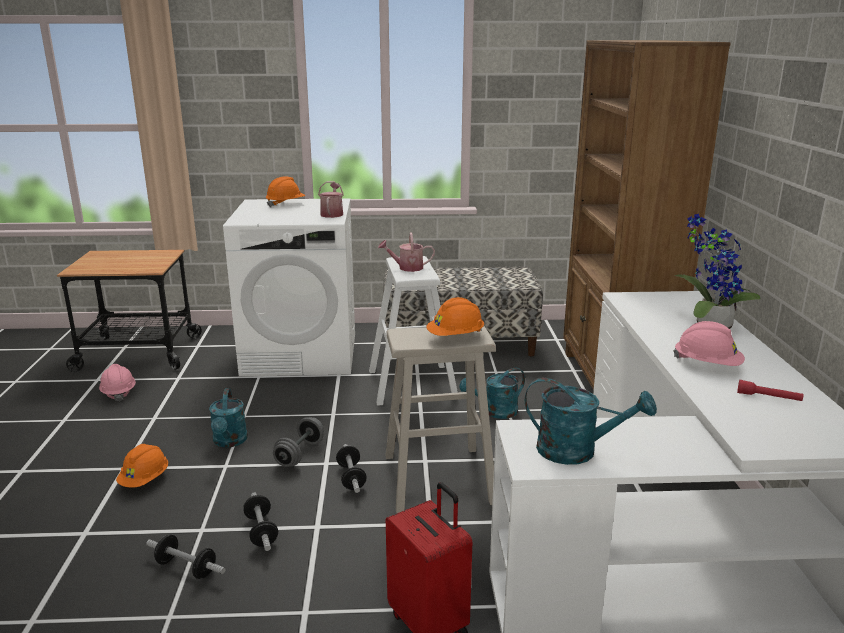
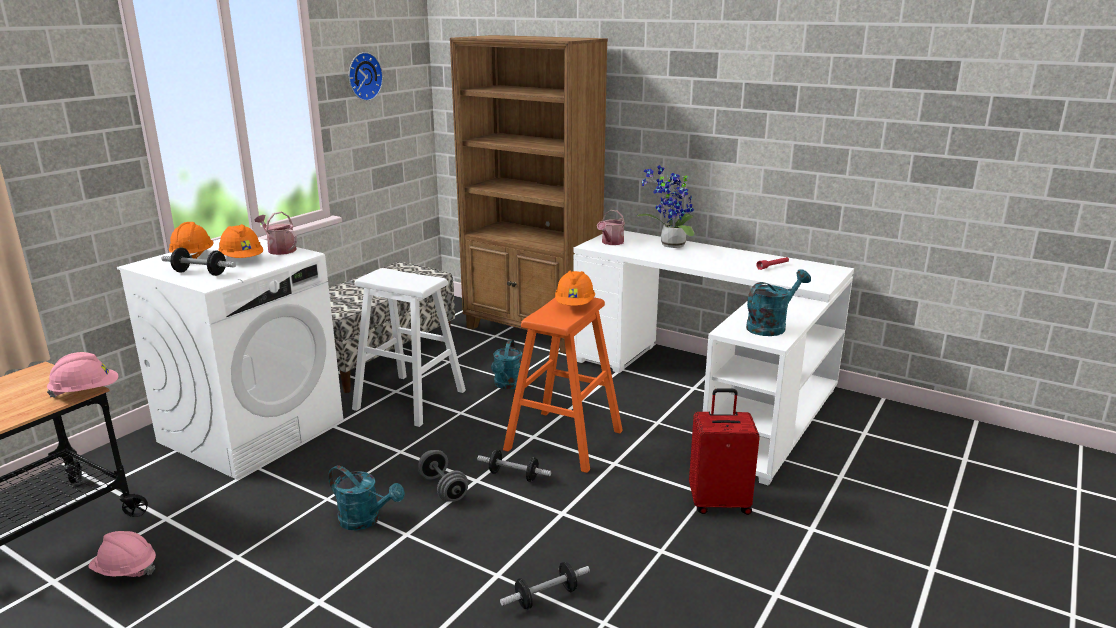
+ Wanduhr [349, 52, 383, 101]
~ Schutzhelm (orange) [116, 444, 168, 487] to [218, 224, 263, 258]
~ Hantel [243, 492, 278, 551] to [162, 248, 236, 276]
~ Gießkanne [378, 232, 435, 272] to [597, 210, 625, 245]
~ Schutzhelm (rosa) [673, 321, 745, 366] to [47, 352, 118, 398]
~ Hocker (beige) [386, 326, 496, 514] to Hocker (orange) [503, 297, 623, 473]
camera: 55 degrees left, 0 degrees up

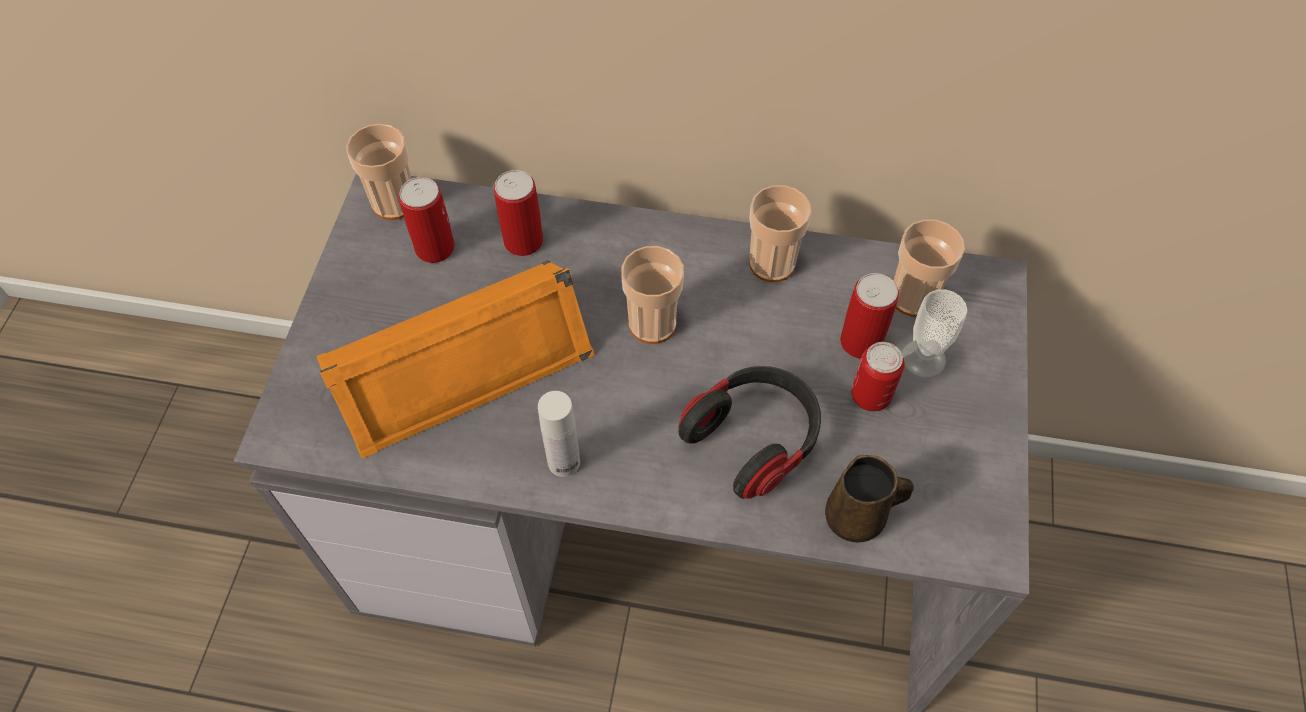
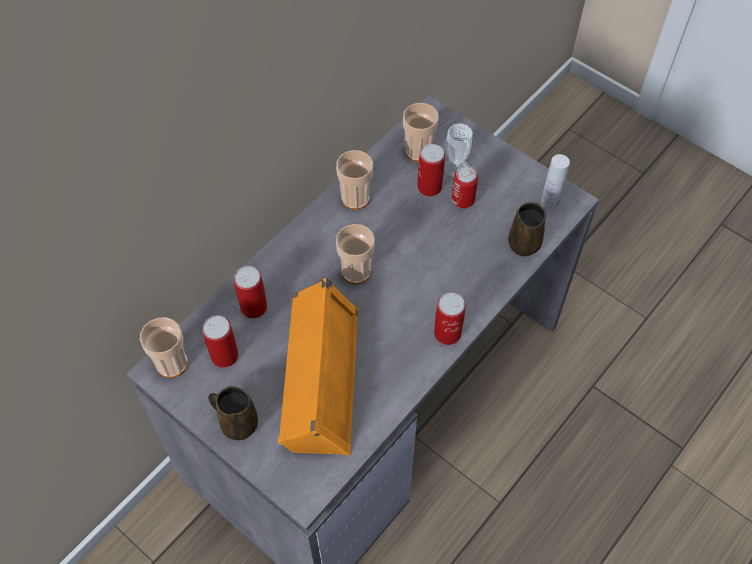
- Kopfhörer [678, 366, 821, 499]
+ Henkelbecher (braun) [208, 386, 258, 440]
+ Dose [434, 293, 466, 345]
~ Flasche (weiß) [538, 391, 580, 477] to [541, 154, 570, 210]
camera: 60 degrees left, 0 degrees up

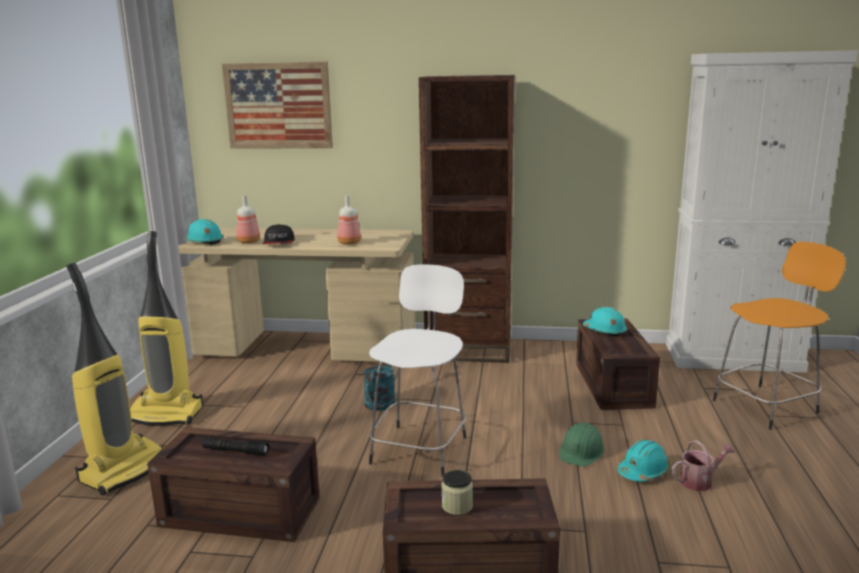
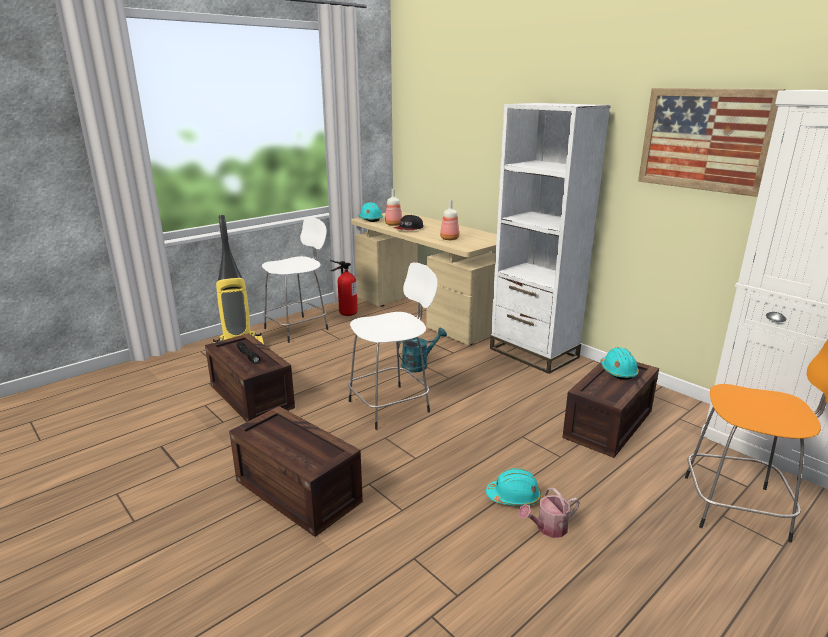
- Vorratsglas [442, 470, 473, 515]
- Schutzhelm (grün) [559, 422, 604, 467]
+ Feuerlöscher [330, 260, 358, 316]
~ Bild [222, 62, 333, 149] to [638, 88, 786, 197]
~ Staubsauger [130, 231, 203, 426] to Hocker (weiß) [262, 217, 328, 343]
~ Bücherregal (braun) [419, 75, 515, 363] to Bücherregal (weiß) [490, 103, 611, 374]
~ Gießkanne [671, 440, 735, 491] = [518, 488, 580, 538] 135 degrees clockwise
camera: 40 degrees right, 5 degrees up

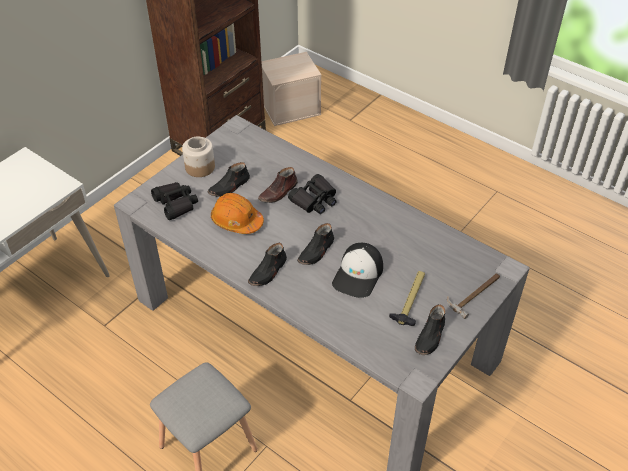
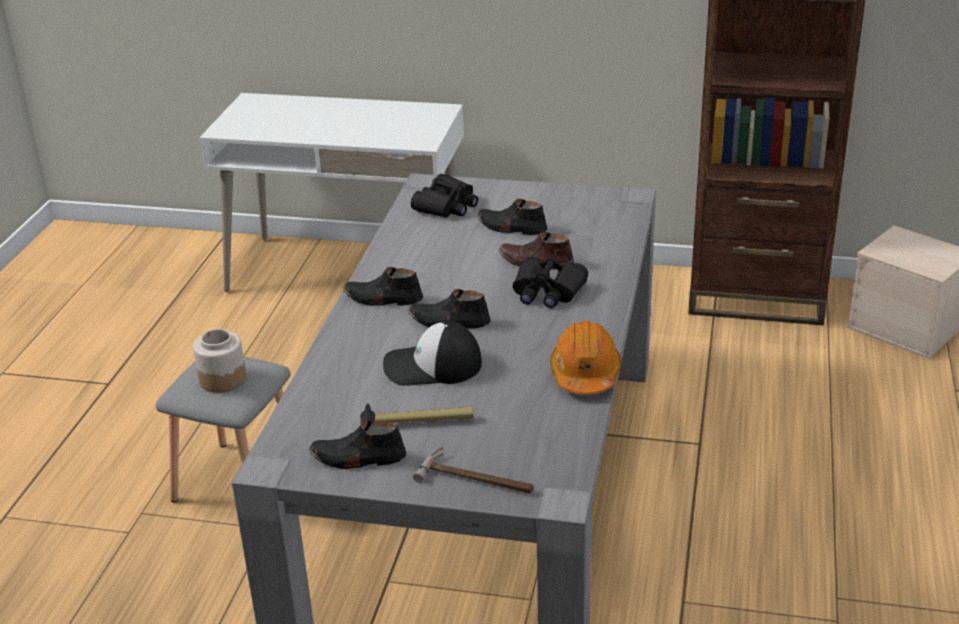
~ Vorratsglas [182, 137, 215, 177] to [193, 329, 246, 393]
~ Schutzhelm (orange) [211, 193, 264, 234] to [550, 321, 621, 395]
camera: 65 degrees right, 15 degrees down

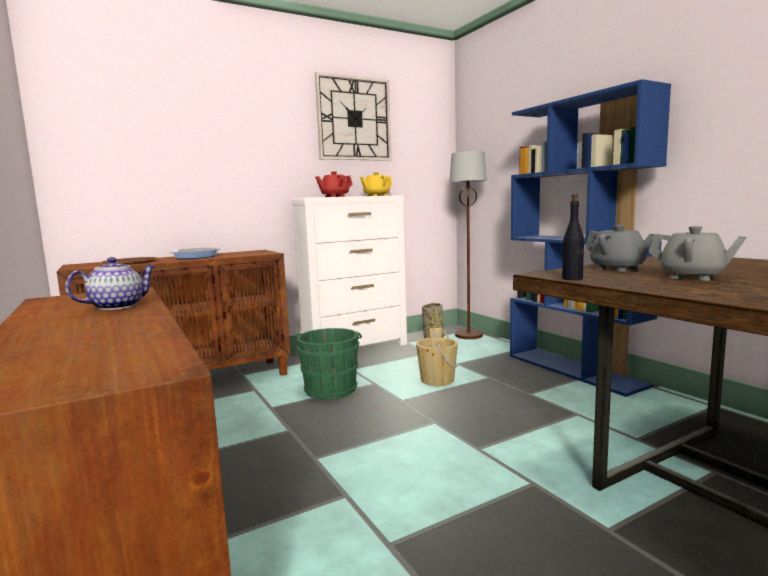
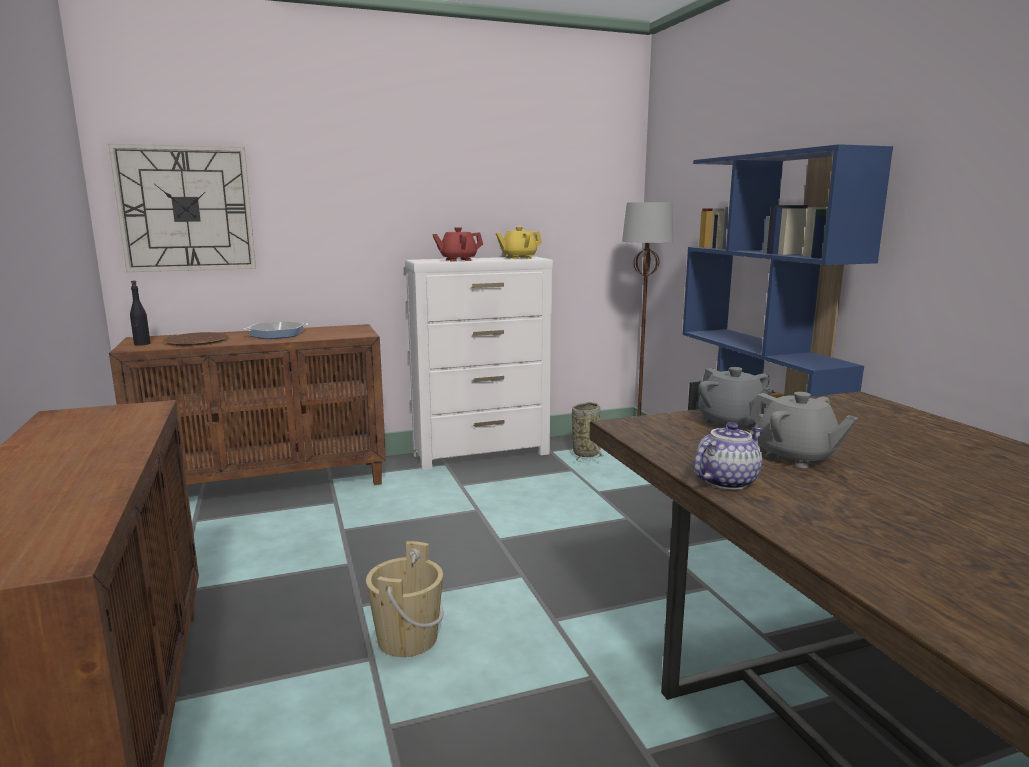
- Eimer (grün) [296, 328, 362, 399]
~ Teekanne [65, 257, 156, 310] to [694, 422, 763, 490]
~ Wanduhr [315, 72, 392, 161] to [108, 144, 256, 272]
~ Eimer (beige) [416, 328, 458, 386] to [366, 541, 444, 657]
~ Flasche (schwarz) [562, 194, 584, 280] to [130, 281, 151, 346]
camera: 10 degrees right, 5 degrees up

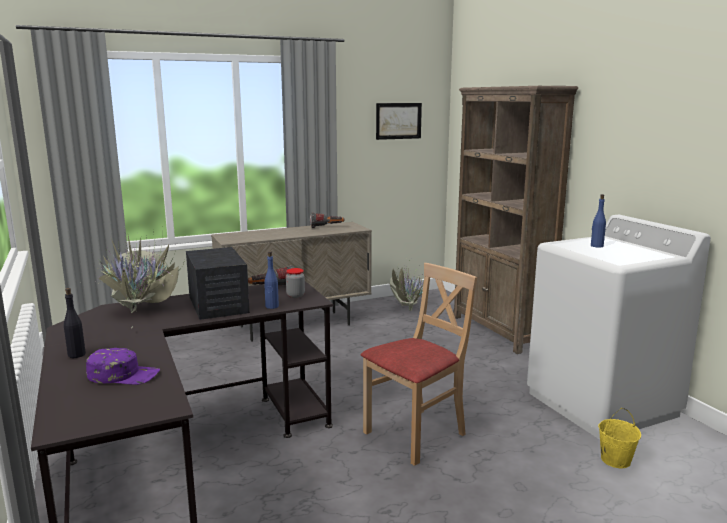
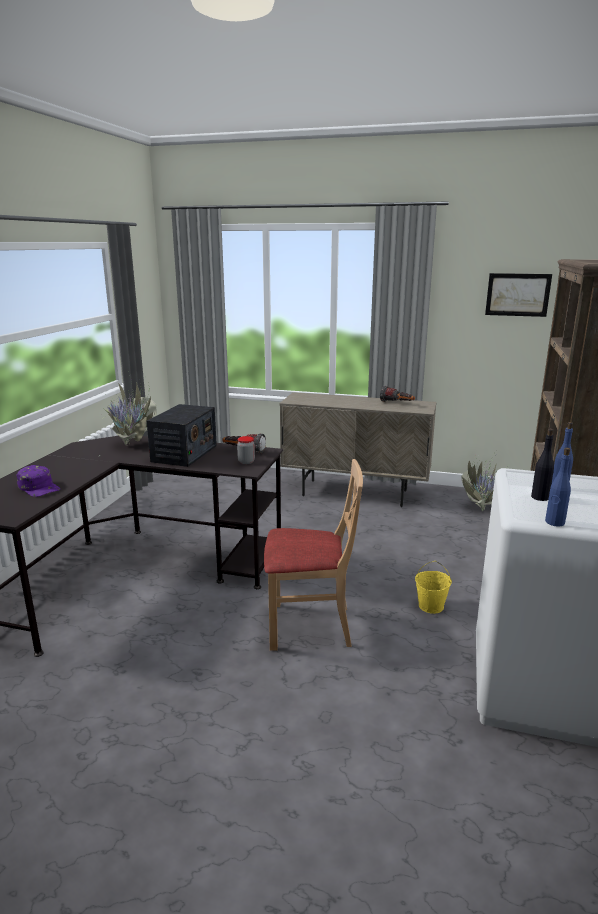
~ Flasche (schwarz) [64, 288, 86, 358] to [531, 429, 554, 501]
~ Flasche (blau) [264, 251, 279, 309] to [545, 448, 571, 527]
~ Eimer (gelb) [598, 408, 641, 468] to [415, 561, 452, 614]
camera: 40 degrees right, 5 degrees up

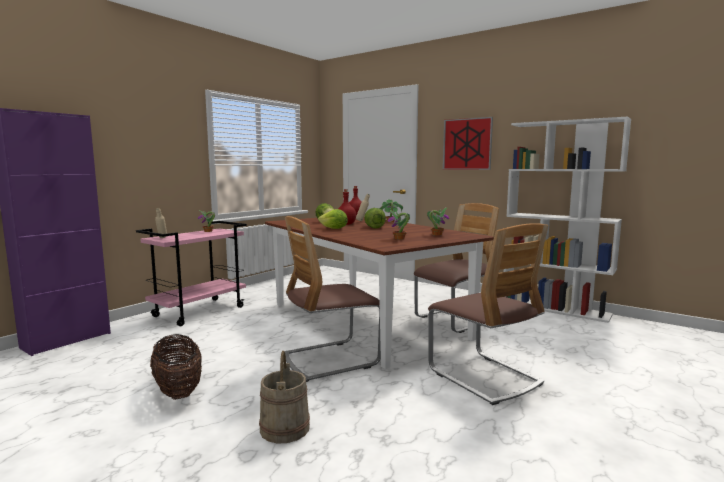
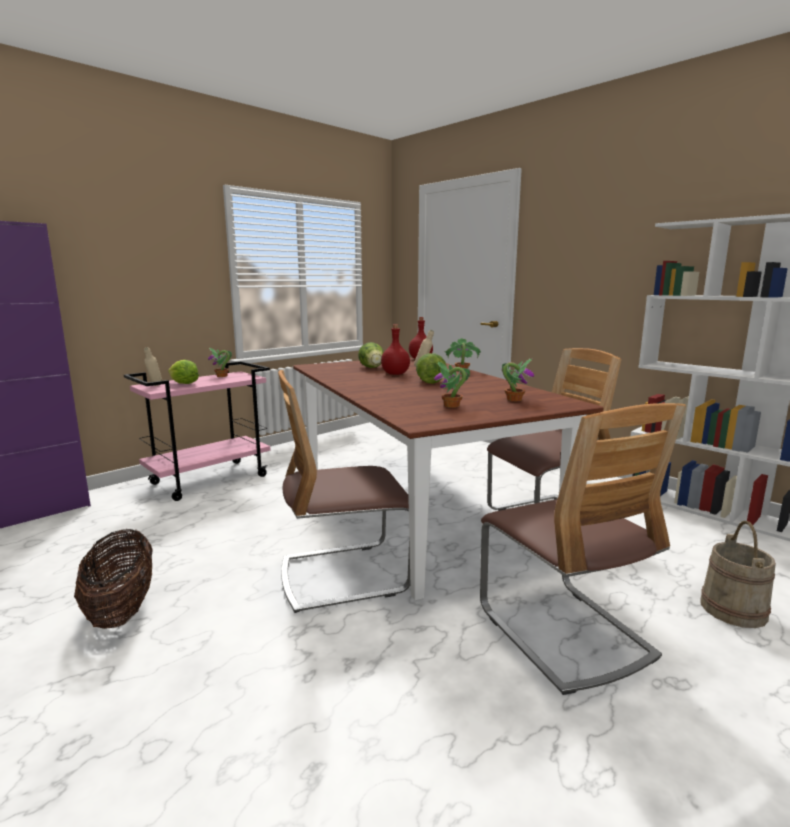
- Bild [443, 117, 493, 170]
~ Eimer (beige) [259, 351, 310, 444] to [701, 521, 776, 628]
~ Salatkopf [318, 209, 348, 229] to [168, 360, 199, 384]
camera: 10 degrees right, 5 degrees up

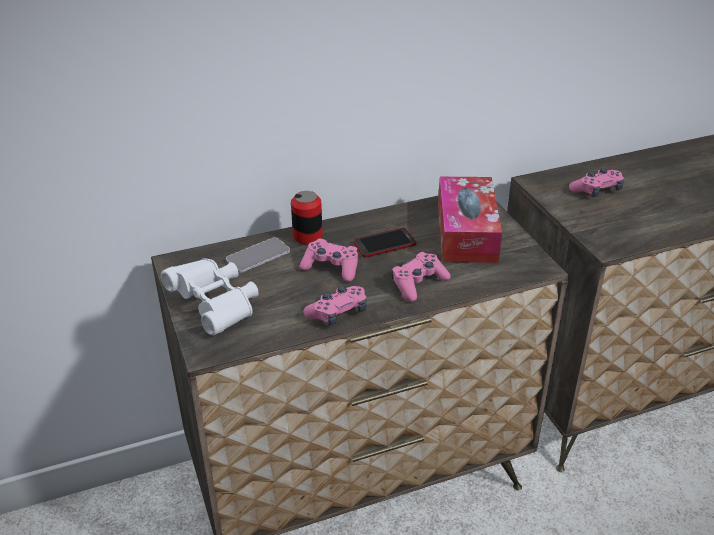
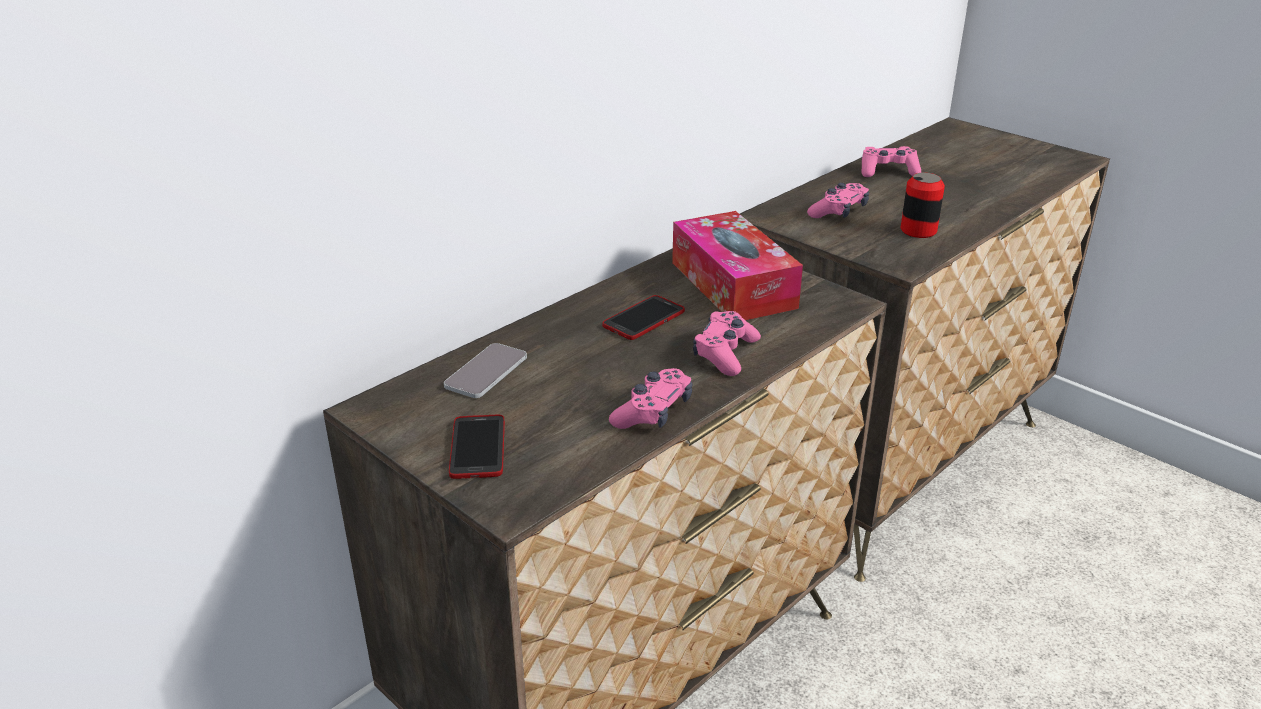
~ Dose [291, 191, 323, 245] to [901, 173, 945, 238]
~ Gamepad (rosa) [299, 239, 358, 282] to [861, 146, 921, 177]
~ Fernglas (weiß) [161, 258, 259, 335] to Handy [449, 415, 505, 479]
camera: 25 degrees left, 5 degrees down

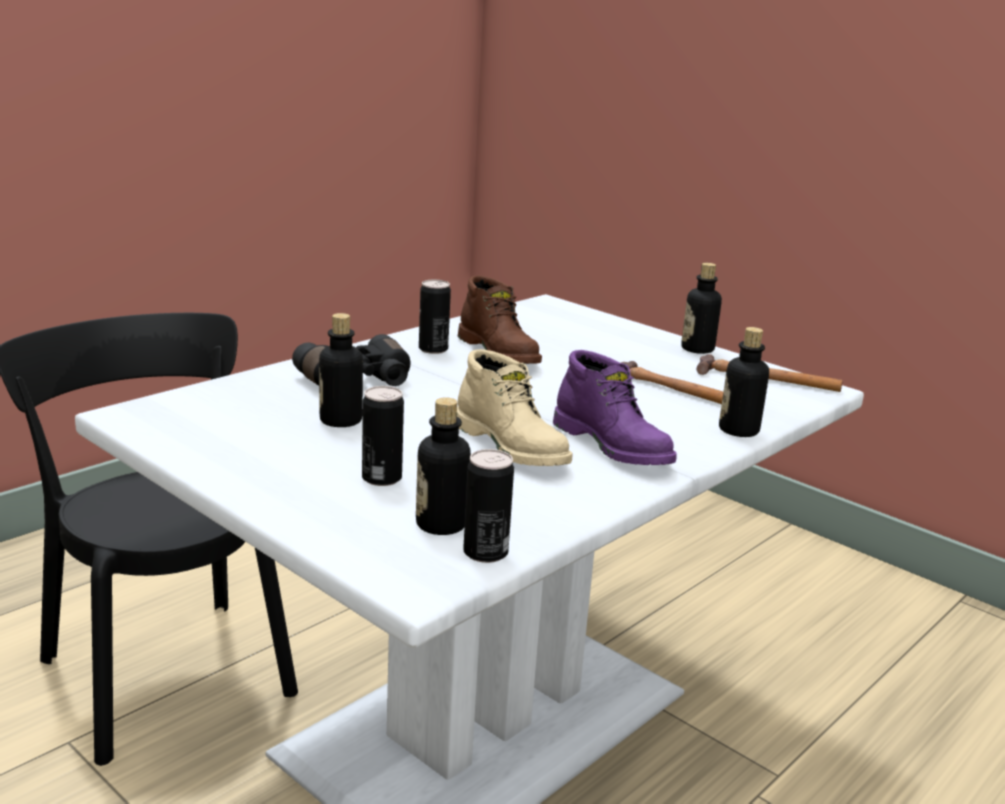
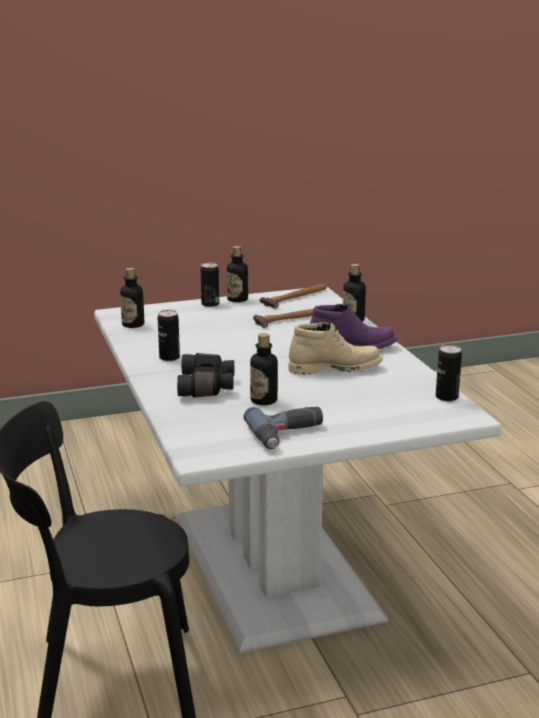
- Stiefel (braun) [458, 276, 542, 364]
+ Bohrmaschine [244, 407, 323, 449]
~ Dose [362, 386, 404, 486] to [201, 262, 219, 307]
~ Flasche [416, 397, 471, 535] to [120, 268, 144, 328]
camera: 60 degrees left, 0 degrees up

